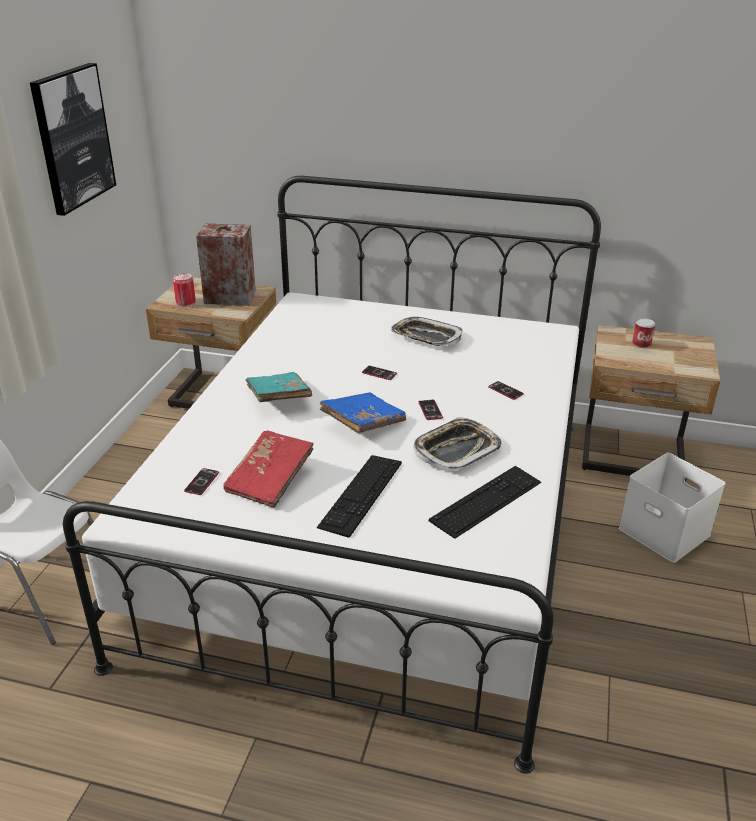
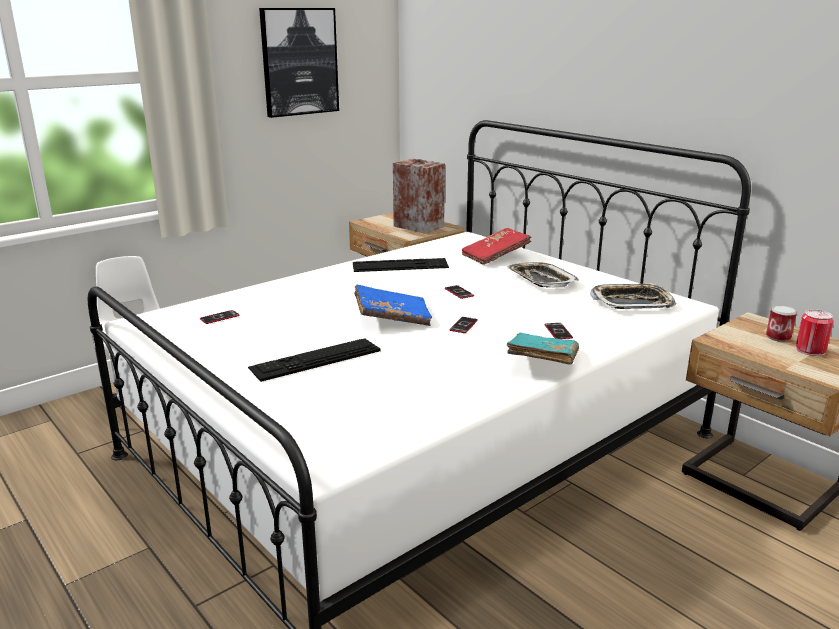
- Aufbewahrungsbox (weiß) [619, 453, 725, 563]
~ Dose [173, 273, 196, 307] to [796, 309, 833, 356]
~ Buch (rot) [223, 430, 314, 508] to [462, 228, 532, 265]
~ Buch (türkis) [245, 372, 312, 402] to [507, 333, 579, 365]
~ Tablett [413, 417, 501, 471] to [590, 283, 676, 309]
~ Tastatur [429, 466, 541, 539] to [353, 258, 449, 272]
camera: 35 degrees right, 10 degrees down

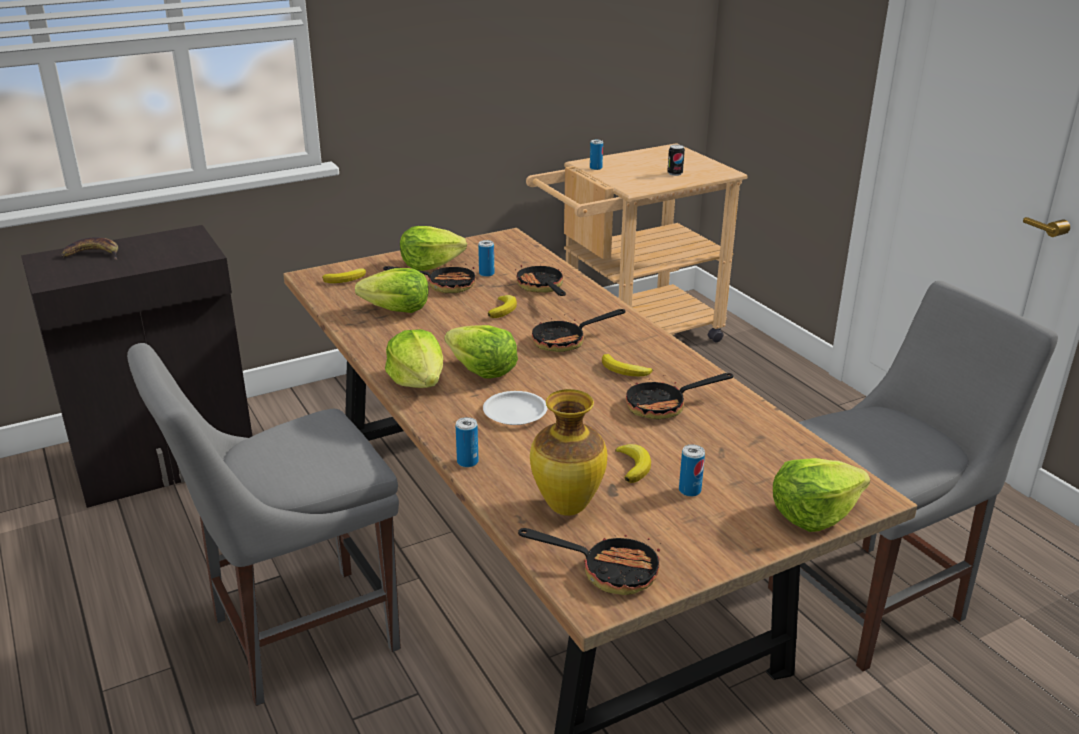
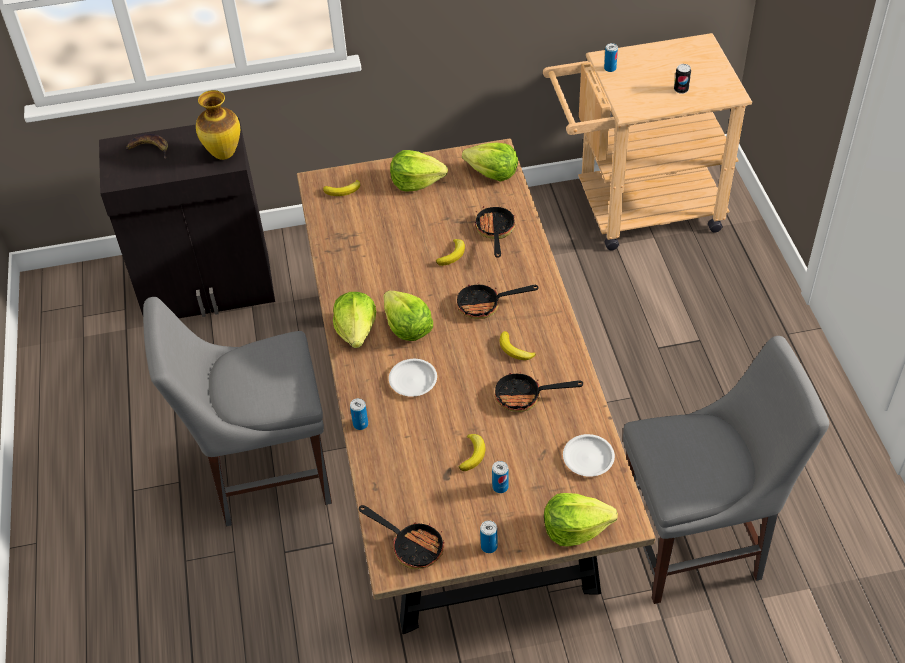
- Pfanne [383, 264, 476, 293]
+ Teller (weiß) [563, 434, 615, 477]
~ Salatkopf [355, 268, 429, 313] to [462, 142, 518, 182]
~ Dose [478, 240, 494, 277] to [480, 520, 498, 553]
~ Vase [530, 389, 607, 516] to [196, 90, 240, 160]
camera: 20 degrees right, 20 degrees up

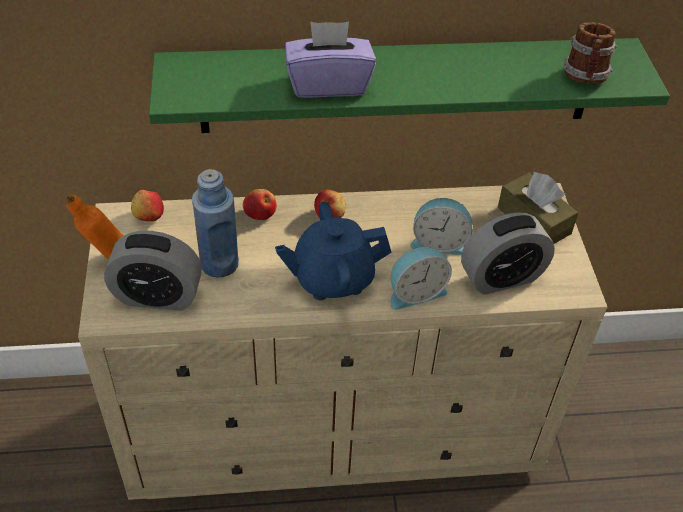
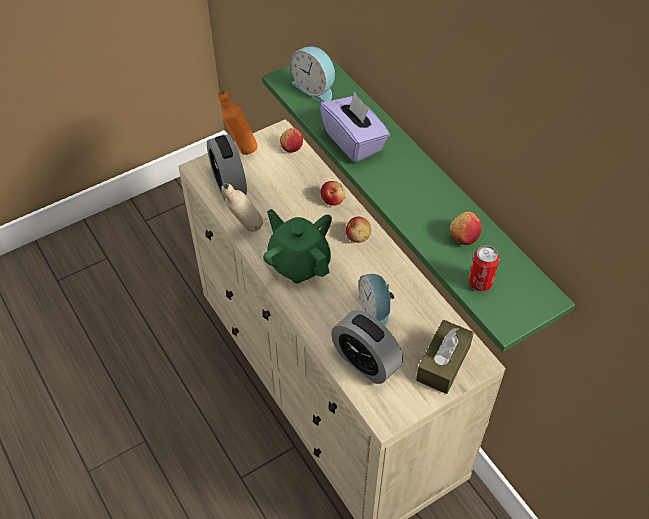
- Flasche (blau) [192, 169, 239, 278]
+ Flasche (beige) [221, 183, 263, 232]
+ Apfel [450, 212, 482, 245]
~ Wecker [391, 247, 452, 310] to [290, 47, 335, 102]
~ Henkelbecher [564, 22, 617, 84] to Dose [468, 245, 499, 291]
~ Teekanne (blau) [275, 202, 392, 300] to Teekanne (grün) [263, 209, 332, 283]
camera: 65 degrees right, 5 degrees up

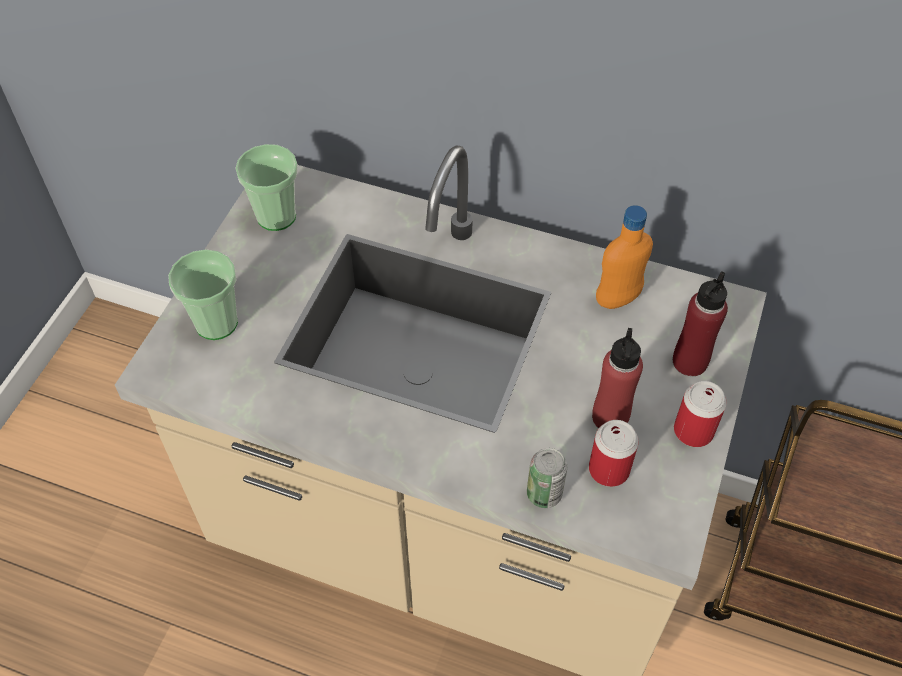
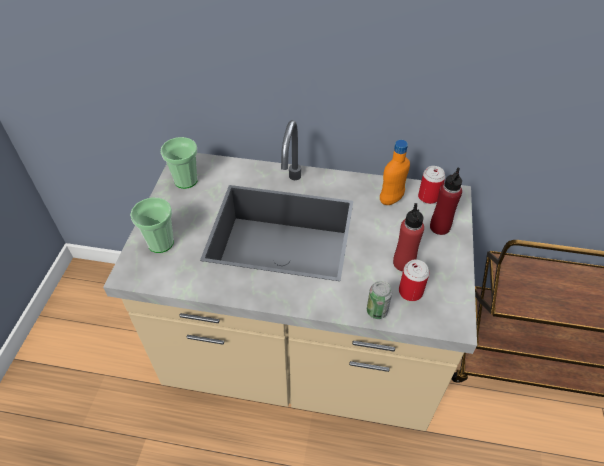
~ Dose [674, 381, 727, 447] to [418, 166, 445, 204]
camera: 10 degrees left, 5 degrees down

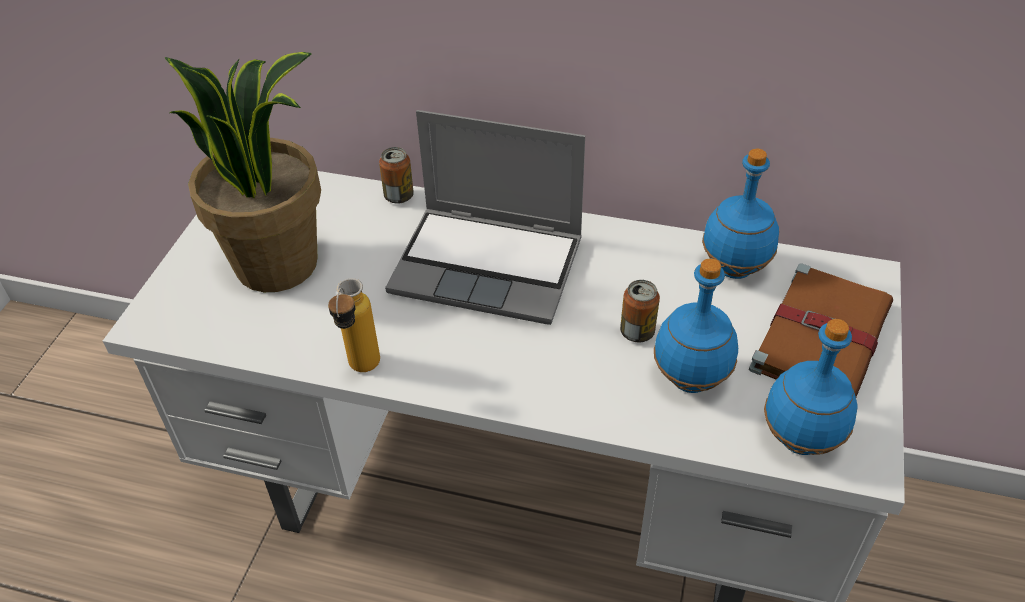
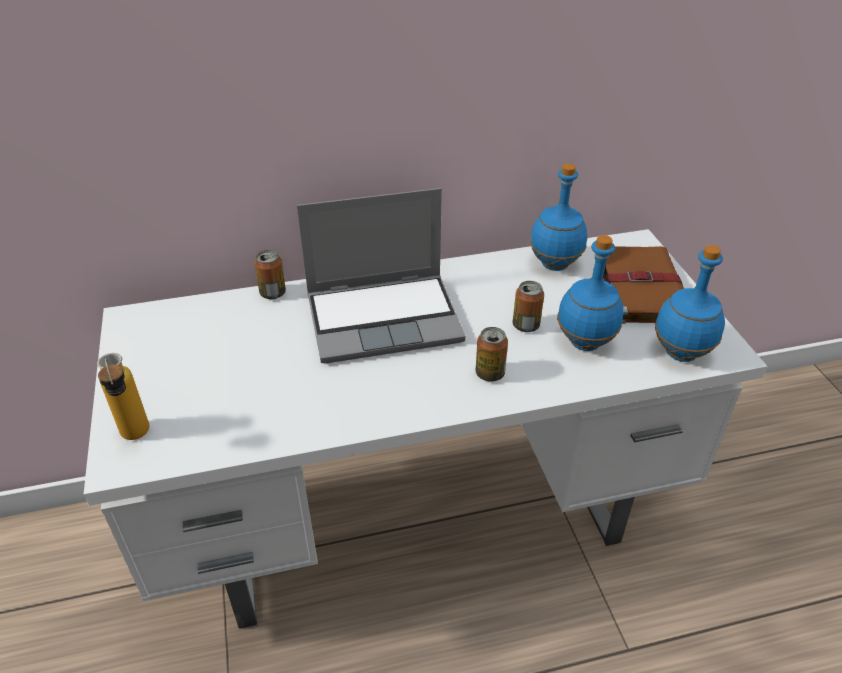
- Topfpflanze [165, 52, 321, 292]
+ Dose [476, 327, 508, 382]
~ Flasche [328, 278, 380, 372] to [97, 353, 149, 440]
camera: 30 degrees left, 5 degrees down

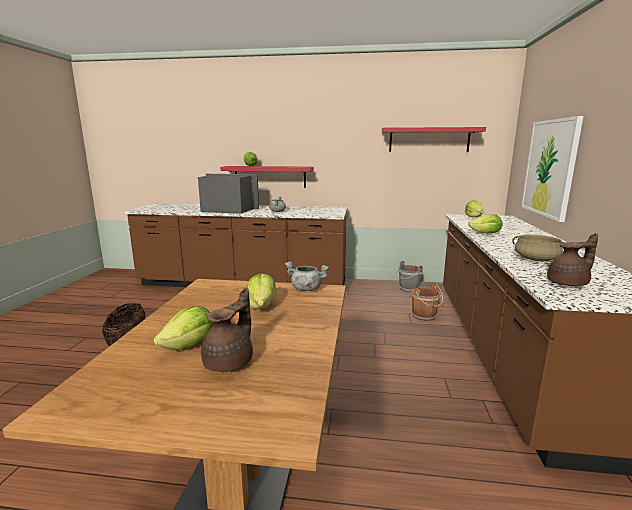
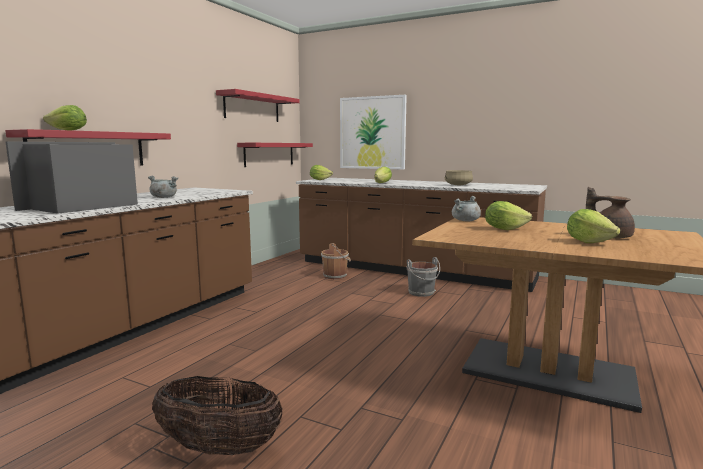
- Teekanne (braun) [547, 233, 598, 286]
+ Wandregal (rot) [237, 143, 313, 167]
~ Eimer (grau) [396, 261, 423, 292] to [407, 257, 440, 297]
camera: 70 degrees left, 5 degrees down

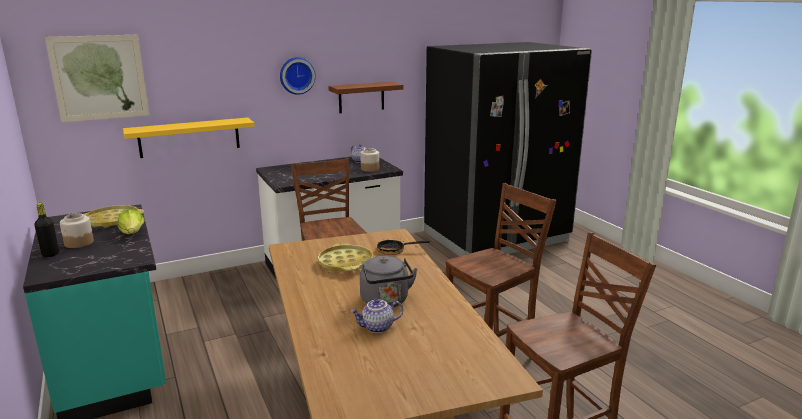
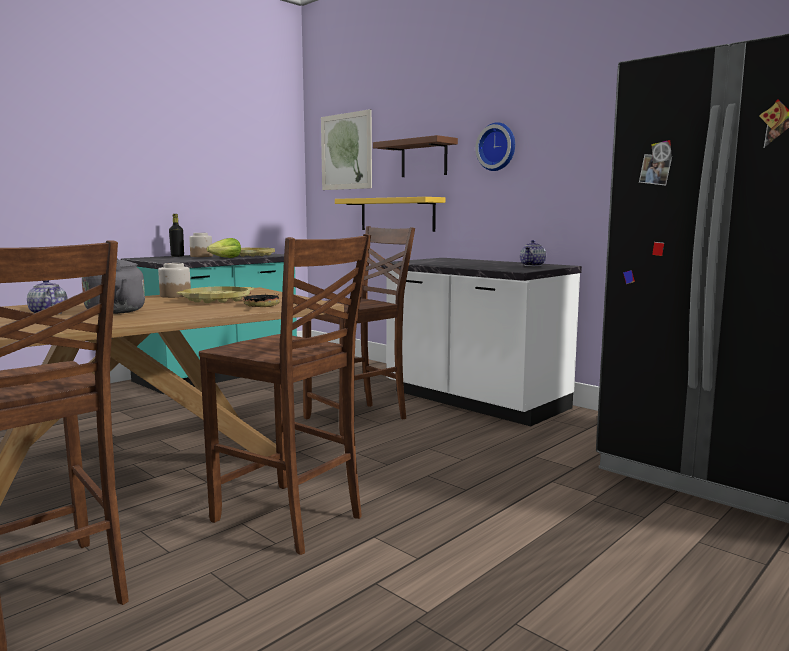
~ Wandregal (braun) [328, 82, 403, 113] to [373, 135, 458, 177]
~ Vorratsglas [360, 148, 379, 172] to [158, 263, 191, 298]
camera: 70 degrees right, 10 degrees down

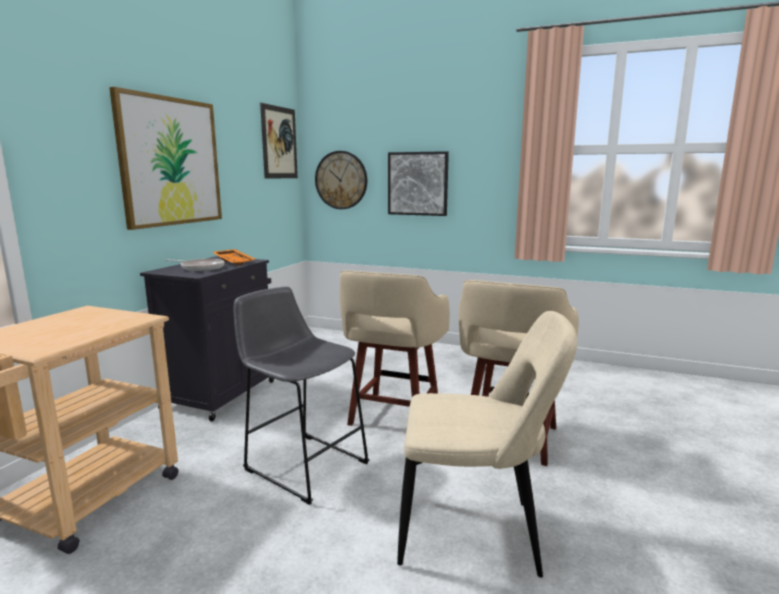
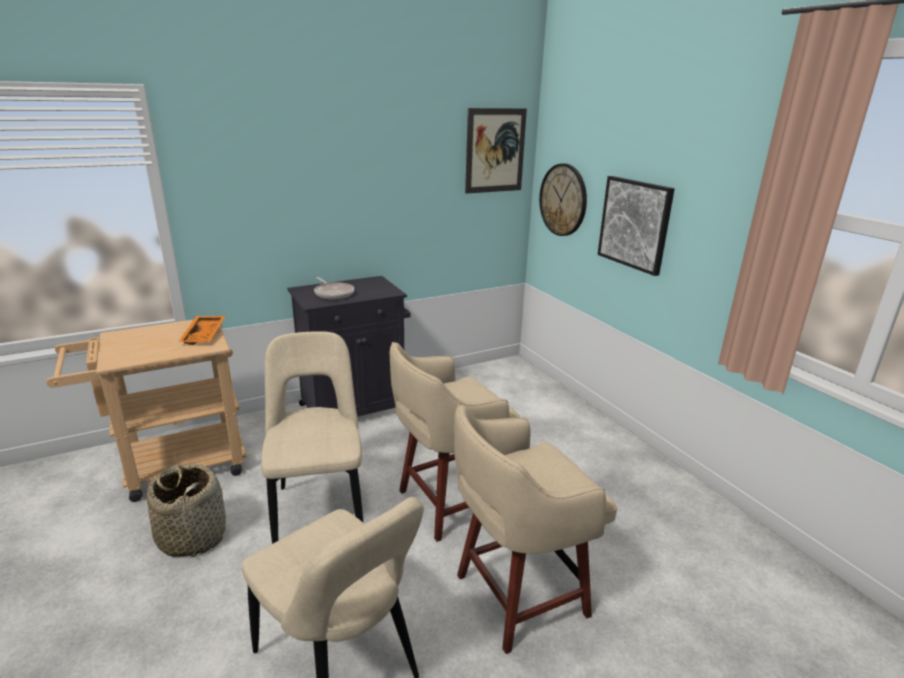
- Bild [109, 87, 222, 230]
+ Korb [147, 464, 226, 557]
~ Tablett (orange) [213, 249, 255, 265] to [179, 316, 225, 345]
~ Hocker (grau) [234, 286, 370, 505] to Stuhl (beige) [261, 331, 363, 544]
camera: 40 degrees right, 10 degrees up

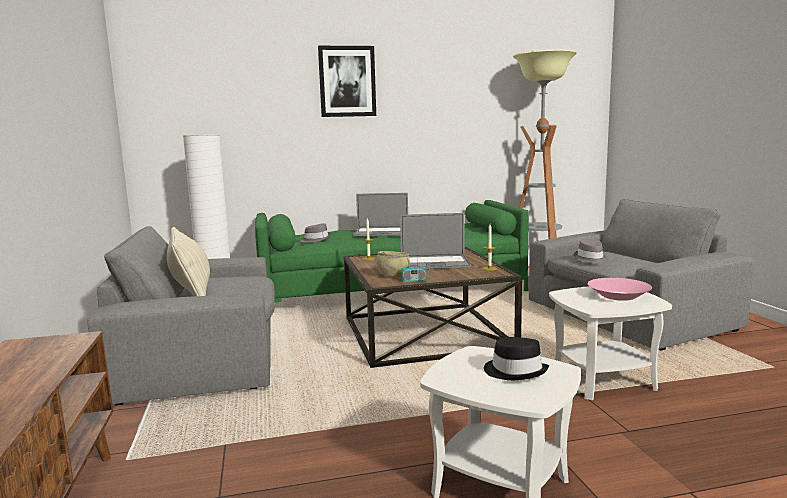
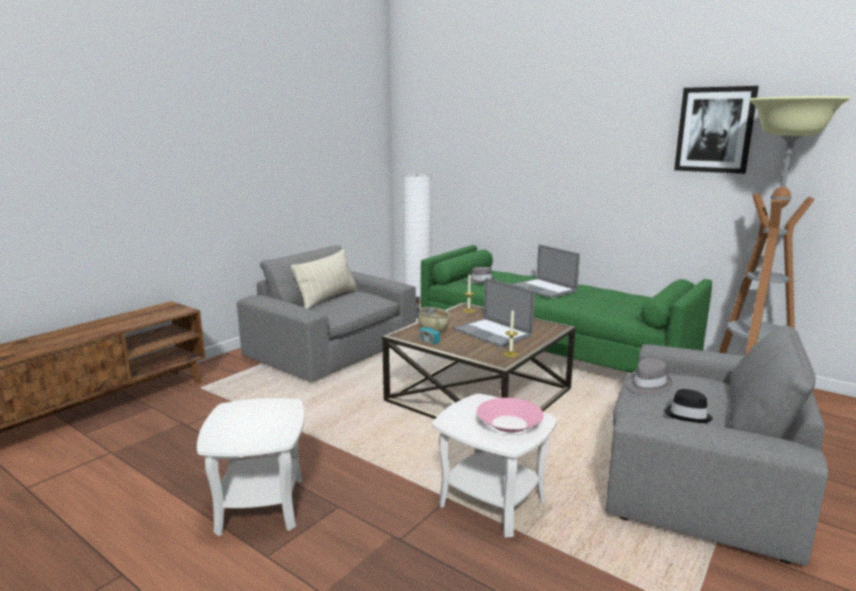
~ Bild [318, 46, 376, 117] to [674, 86, 759, 174]
~ Hut (schwarz) [484, 337, 549, 380] to [664, 389, 713, 423]
camera: 50 degrees right, 5 degrees up

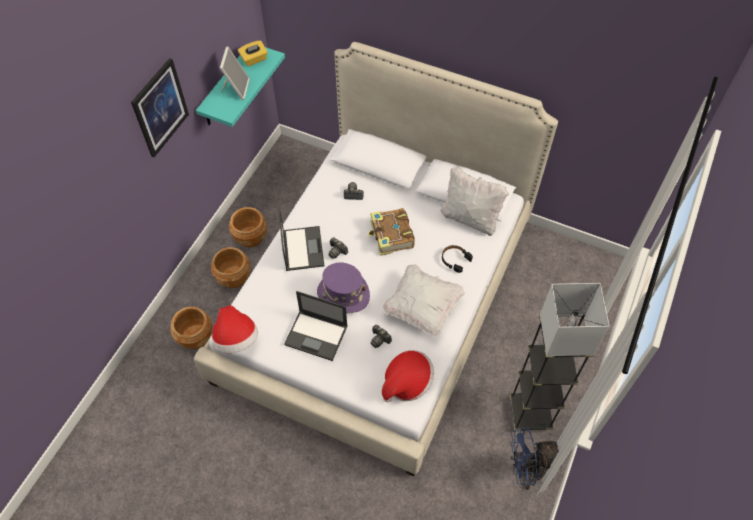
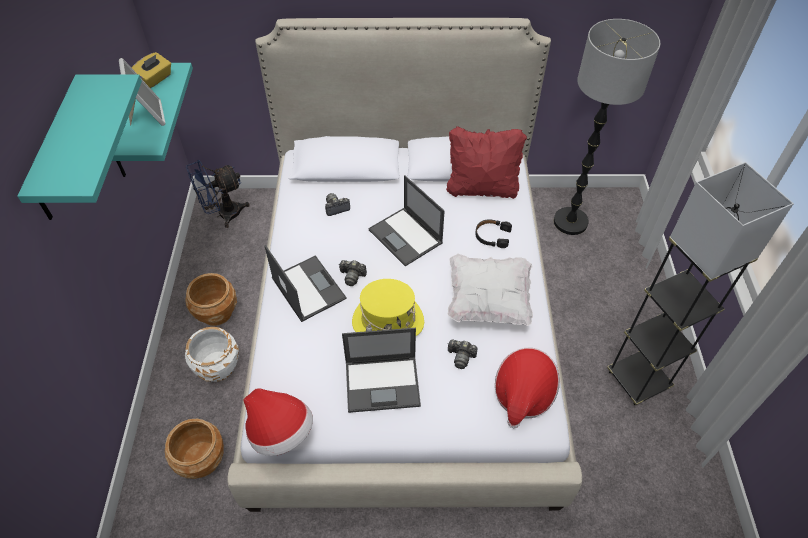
+ Stehlampe [554, 19, 660, 235]
~ Ventilator (blau) [510, 428, 562, 490] to [186, 160, 250, 228]
~ Bild [131, 58, 189, 157] to Wandregal (türkis) [17, 74, 142, 220]
~ Buch [368, 208, 415, 256] to Laptop [368, 175, 445, 266]
~ Pflanzkübel (braun) [211, 247, 251, 289] to Pflanzkübel (weiß) [185, 327, 239, 382]
~ Hut (lila) [317, 262, 370, 313] to Hut (gelb) [352, 279, 424, 336]
~ Kissen (weiß) [440, 167, 508, 236] to Kissen (rot) [446, 126, 527, 199]
camera: 25 degrees left, 5 degrees down

